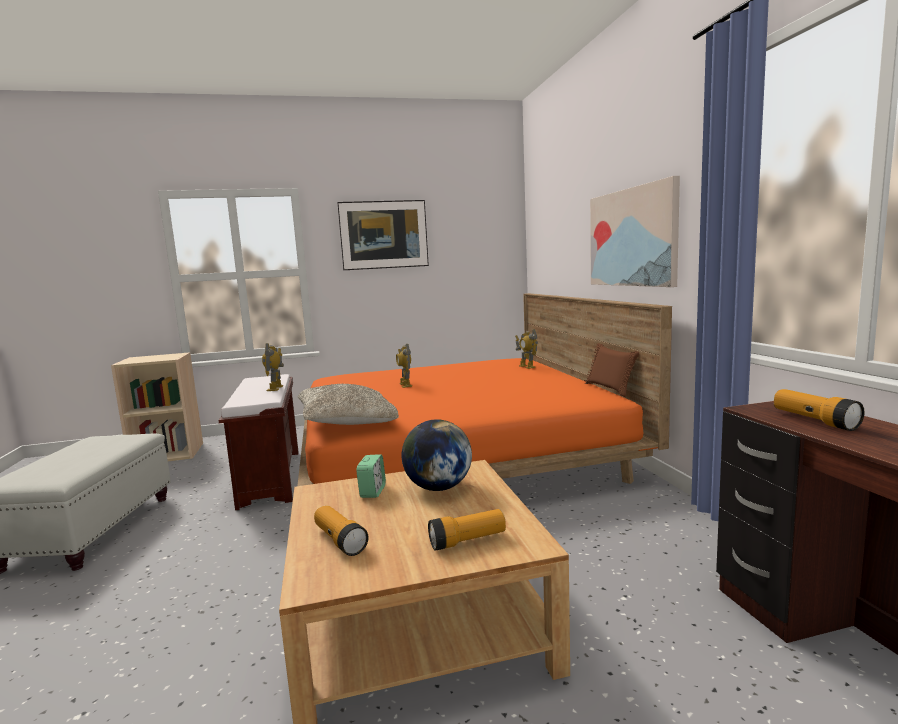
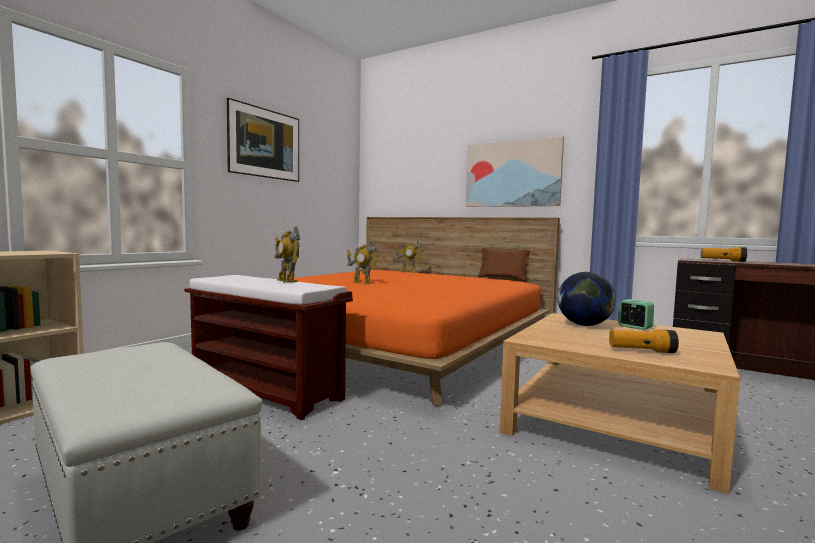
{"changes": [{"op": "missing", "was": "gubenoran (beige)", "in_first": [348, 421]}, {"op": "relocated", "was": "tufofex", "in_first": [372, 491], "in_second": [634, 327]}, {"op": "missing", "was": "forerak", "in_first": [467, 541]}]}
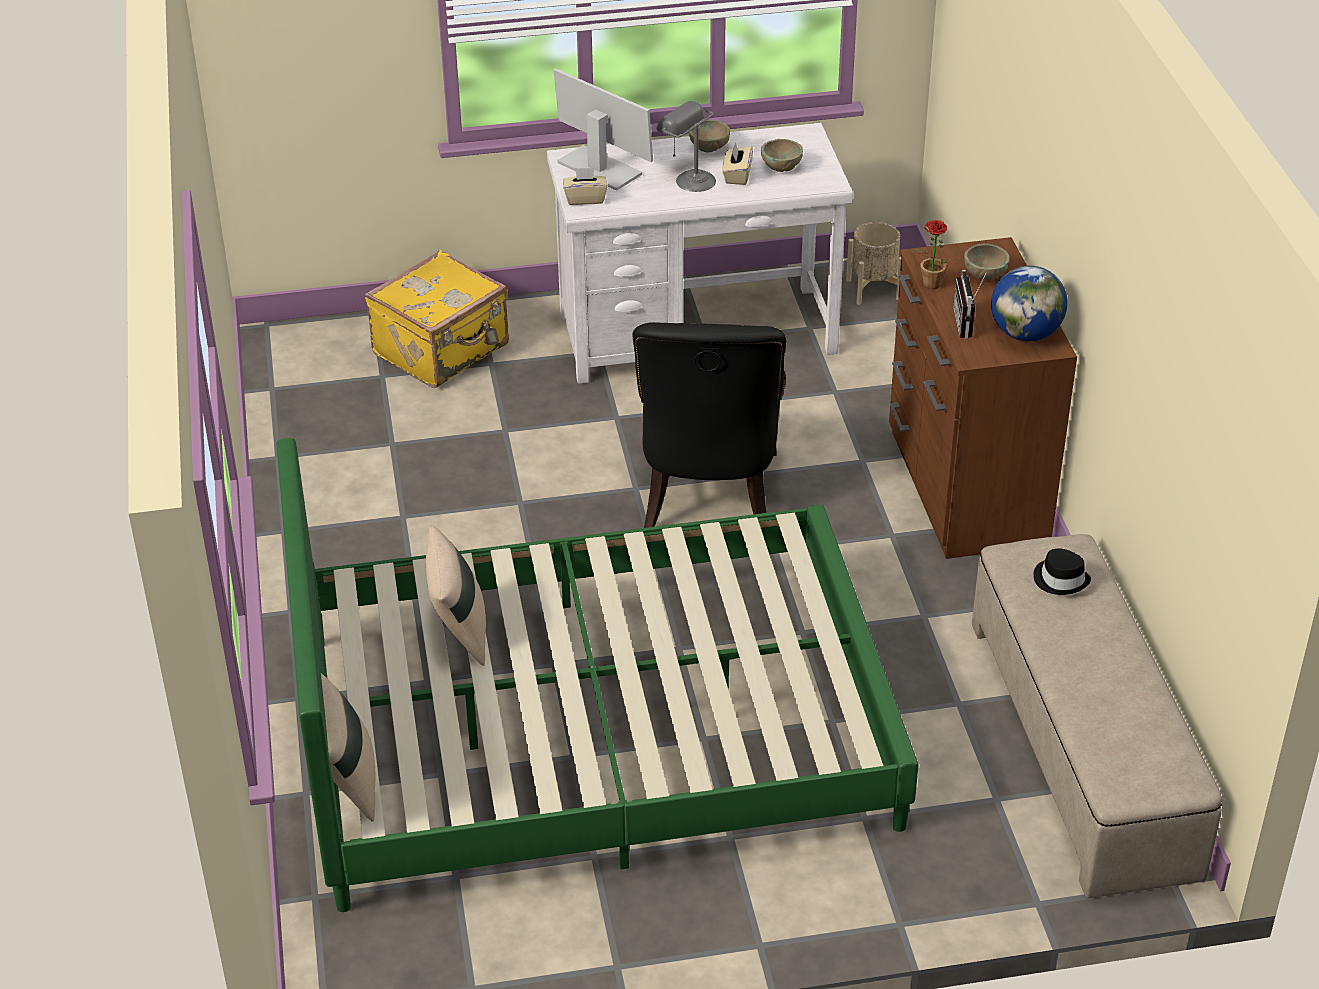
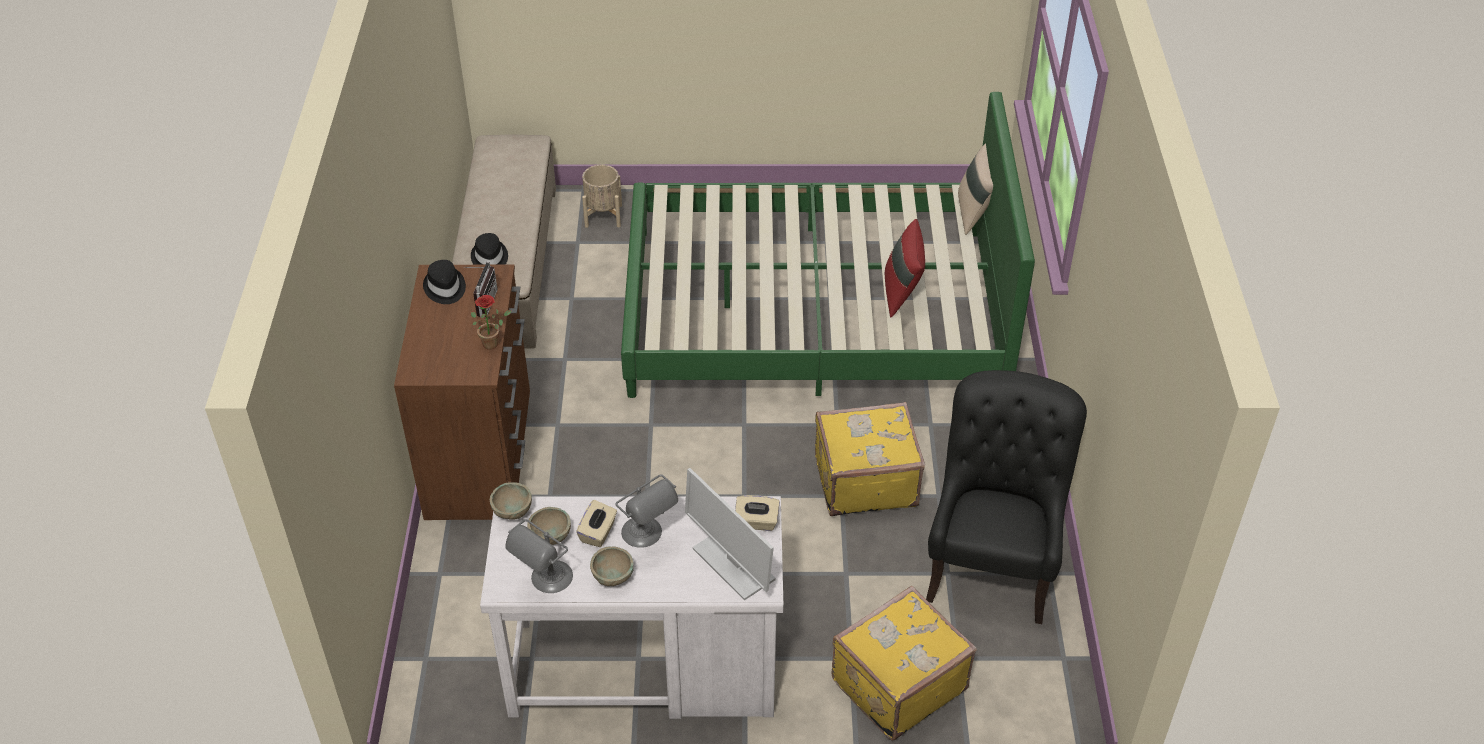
{"changes": [{"op": "colour", "was": "gubenoran (beige)", "now": "gubenoran (red)", "in_first": [459, 632], "in_second": [902, 293]}, {"op": "relocated", "was": "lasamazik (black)", "in_first": [709, 493], "in_second": [991, 565]}, {"op": "relocated", "was": "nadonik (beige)", "in_first": [873, 289], "in_second": [603, 216]}, {"op": "relocated", "was": "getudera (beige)", "in_first": [984, 276], "in_second": [513, 512]}, {"op": "exchanged", "was": "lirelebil", "now": "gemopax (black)", "in_first": [1025, 334], "in_second": [444, 288]}, {"op": "appeared", "now": "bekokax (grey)", "in_second": [546, 582]}, {"op": "appeared", "now": "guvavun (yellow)", "in_second": [864, 480]}]}
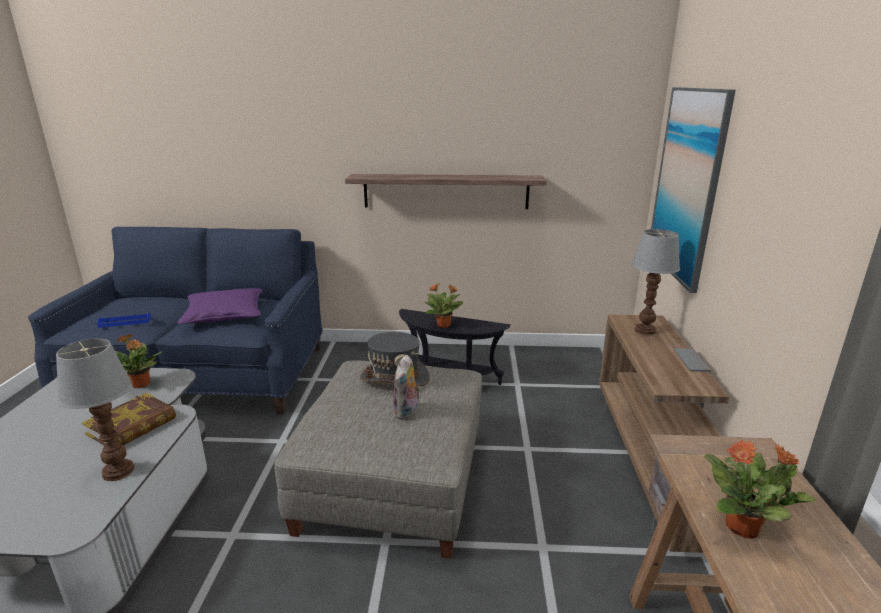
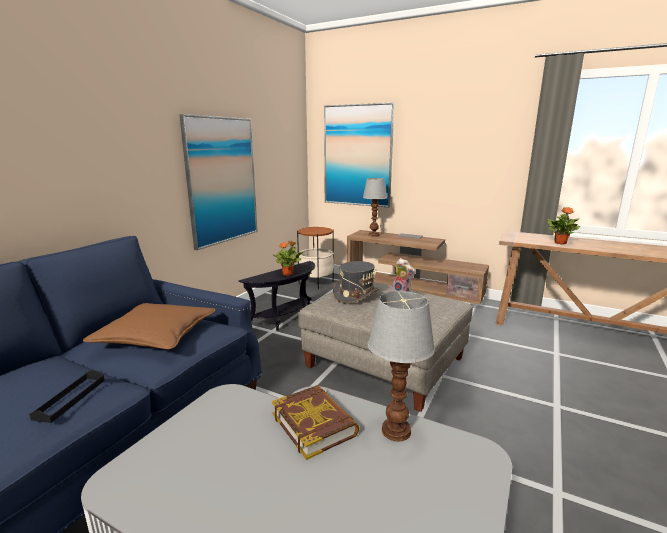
{"changes": [{"op": "colour", "was": "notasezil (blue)", "now": "notasezil (black)", "in_first": [125, 322], "in_second": [70, 398]}, {"op": "missing", "was": "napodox", "in_first": [141, 384]}, {"op": "colour", "was": "gubenoran (purple)", "now": "gubenoran (brown)", "in_first": [224, 313], "in_second": [156, 334]}, {"op": "exchanged", "was": "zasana", "now": "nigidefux", "in_first": [446, 191], "in_second": [222, 181]}, {"op": "appeared", "now": "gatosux", "in_second": [316, 283]}]}
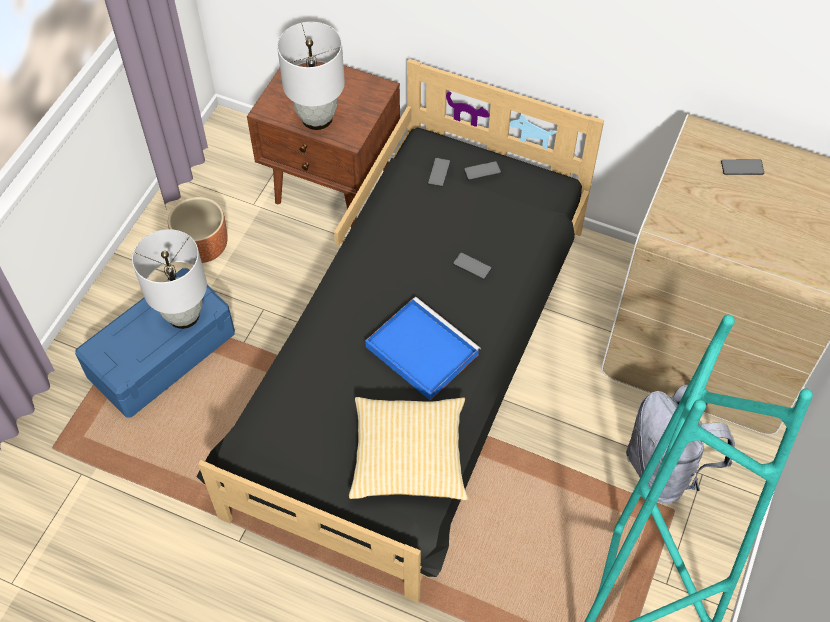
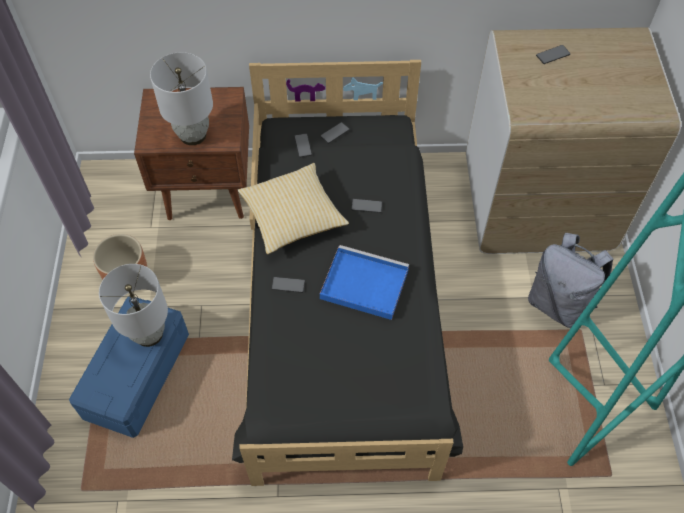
{"changes": [{"op": "relocated", "was": "gubenoran", "in_first": [408, 457], "in_second": [292, 217]}, {"op": "appeared", "now": "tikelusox", "in_second": [288, 285]}]}
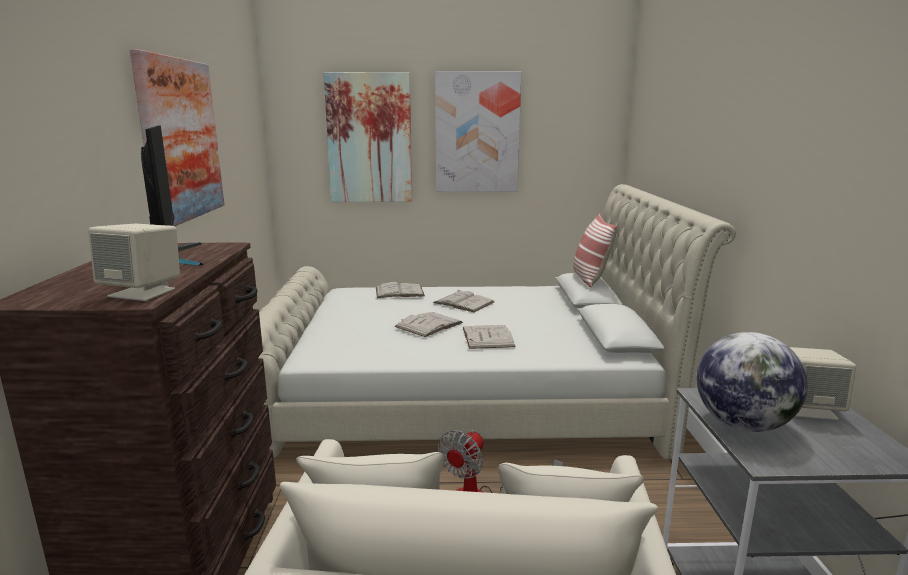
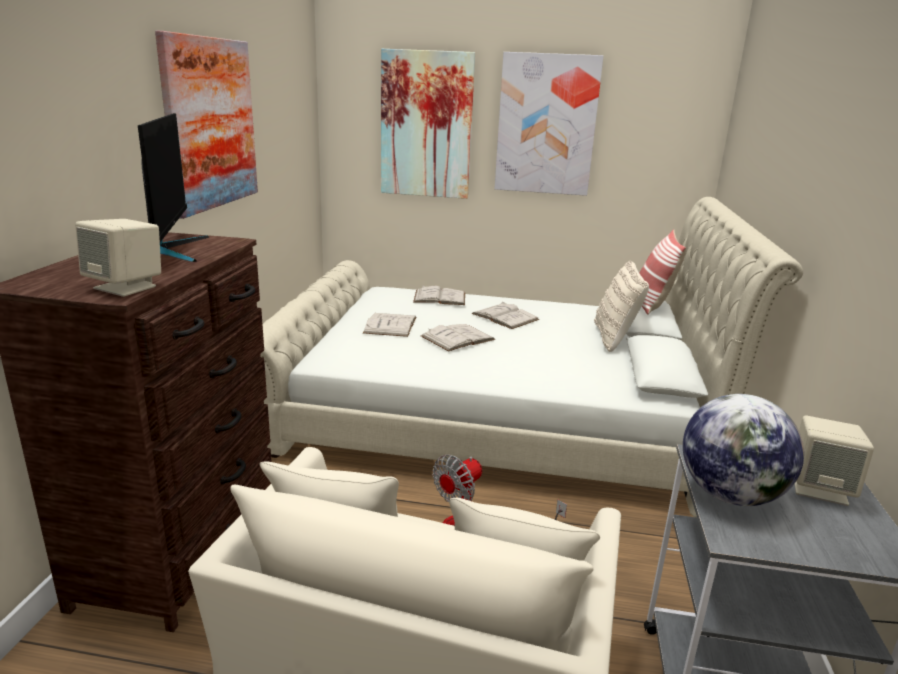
{"changes": [{"op": "relocated", "was": "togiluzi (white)", "in_first": [487, 337], "in_second": [390, 325]}, {"op": "appeared", "now": "gubenoran (beige)", "in_second": [615, 339]}]}
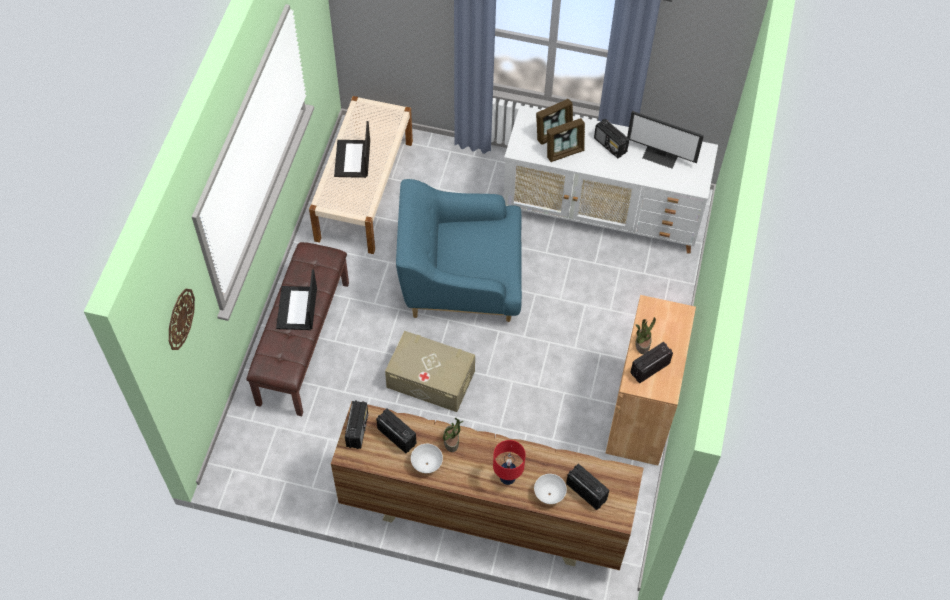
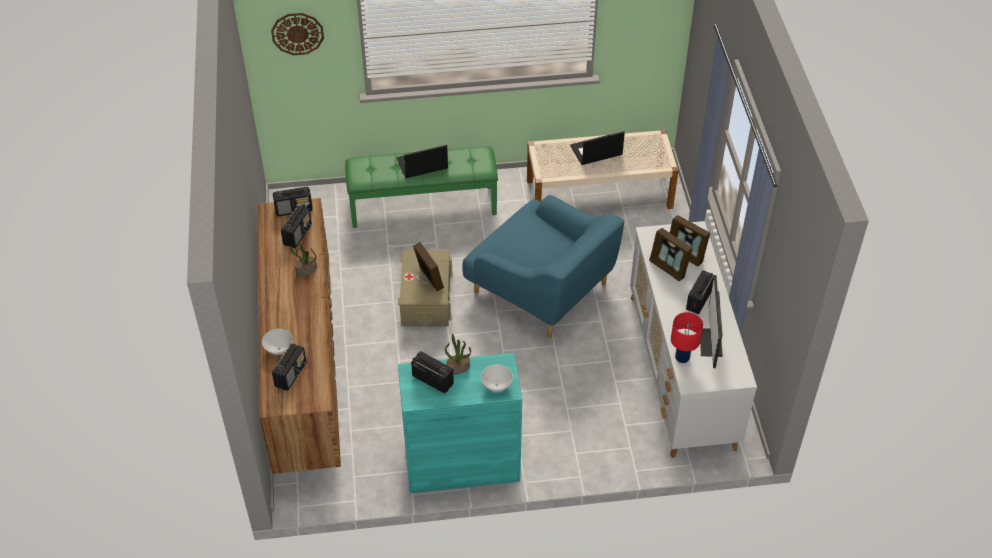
{"changes": [{"op": "colour", "was": "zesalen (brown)", "now": "zesalen (green)", "in_first": [303, 342], "in_second": [423, 205]}, {"op": "spun", "was": "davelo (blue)", "in_first": [461, 279], "in_second": [541, 288], "clockwise": 150}, {"op": "relocated", "was": "getudera (white)", "in_first": [426, 464], "in_second": [496, 385]}, {"op": "relocated", "was": "bekokax (red)", "in_first": [508, 478], "in_second": [683, 358]}, {"op": "colour", "was": "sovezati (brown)", "now": "sovezati (turquoise)", "in_first": [641, 412], "in_second": [462, 464]}, {"op": "appeared", "now": "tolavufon", "in_second": [429, 279]}]}
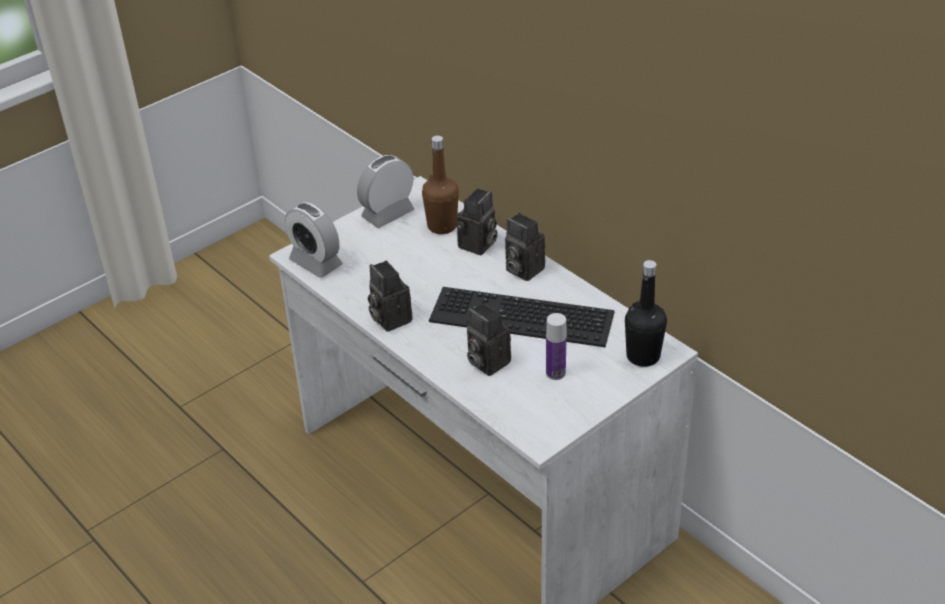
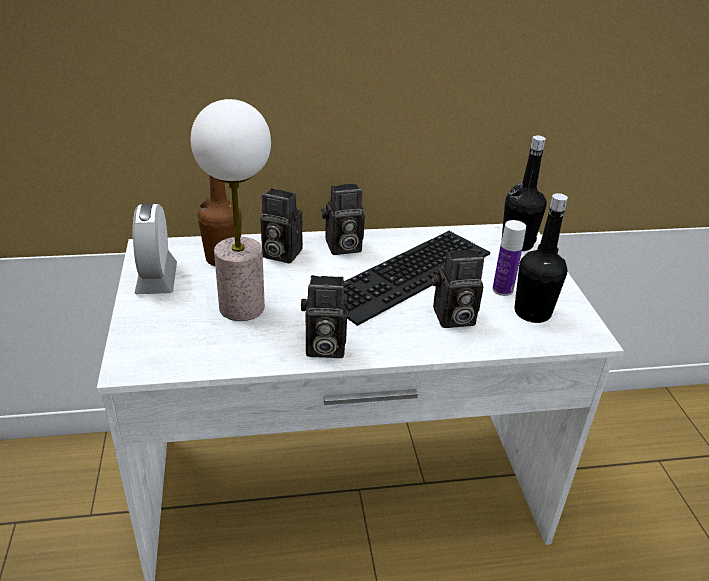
{"changes": [{"op": "missing", "was": "tufofex", "in_first": [316, 263]}, {"op": "spun", "was": "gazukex", "in_first": [478, 246], "in_second": [279, 254], "clockwise": 135}, {"op": "appeared", "now": "bekokax", "in_second": [241, 307]}, {"op": "appeared", "now": "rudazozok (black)", "in_second": [532, 312]}]}
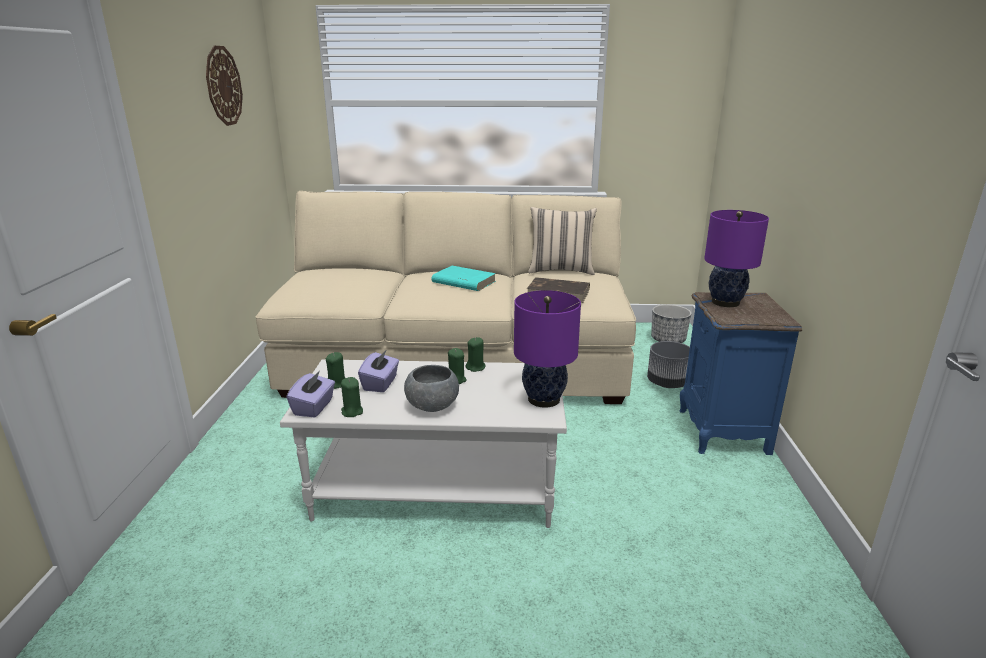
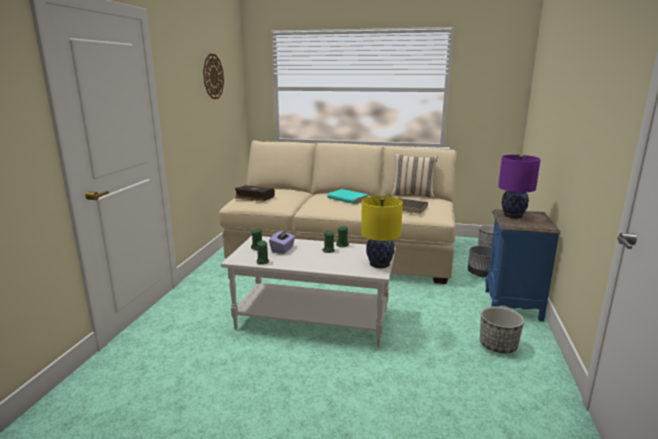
{"changes": [{"op": "missing", "was": "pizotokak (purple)", "in_first": [314, 407]}, {"op": "missing", "was": "getudera (grey)", "in_first": [433, 406]}, {"op": "colour", "was": "bekokax (purple)", "now": "bekokax (yellow)", "in_first": [543, 399], "in_second": [379, 264]}, {"op": "appeared", "now": "togiluzi", "in_second": [254, 198]}, {"op": "appeared", "now": "nadonik", "in_second": [497, 346]}]}
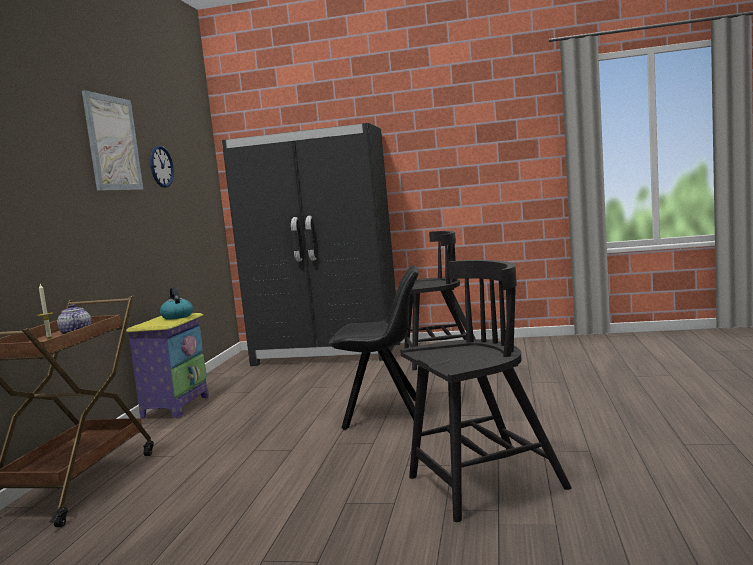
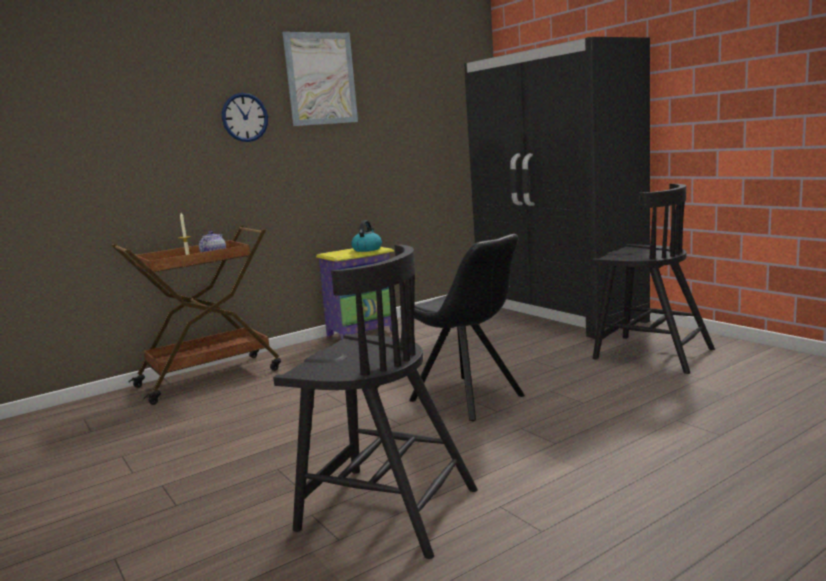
{"changes": [{"op": "relocated", "was": "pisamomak", "in_first": [161, 166], "in_second": [245, 117]}]}
